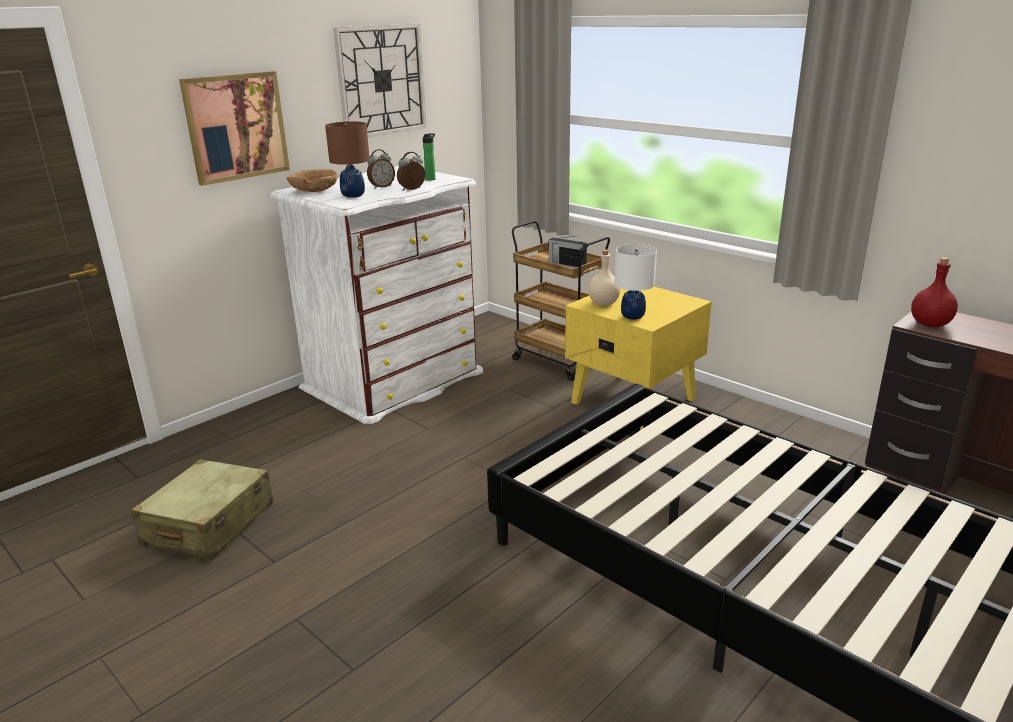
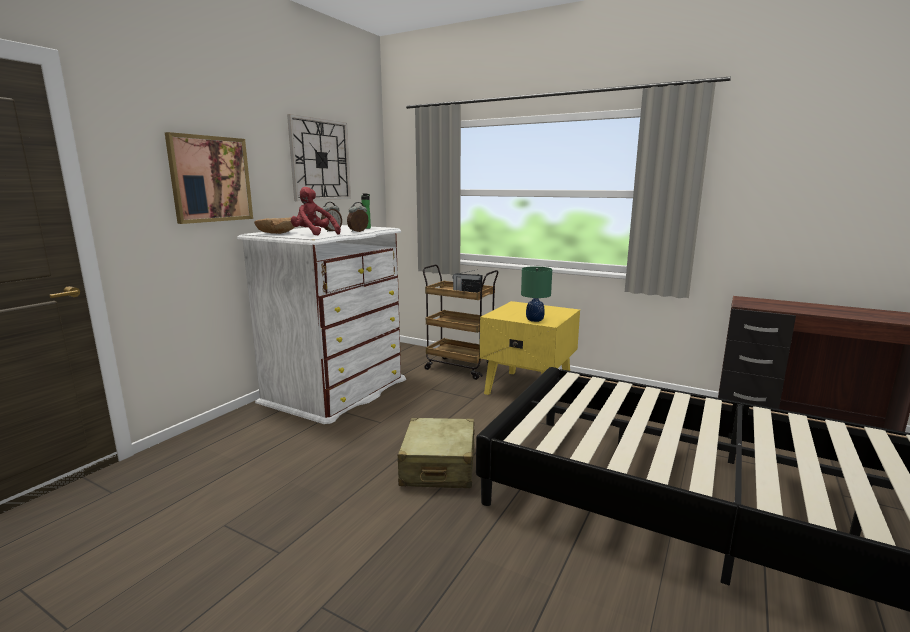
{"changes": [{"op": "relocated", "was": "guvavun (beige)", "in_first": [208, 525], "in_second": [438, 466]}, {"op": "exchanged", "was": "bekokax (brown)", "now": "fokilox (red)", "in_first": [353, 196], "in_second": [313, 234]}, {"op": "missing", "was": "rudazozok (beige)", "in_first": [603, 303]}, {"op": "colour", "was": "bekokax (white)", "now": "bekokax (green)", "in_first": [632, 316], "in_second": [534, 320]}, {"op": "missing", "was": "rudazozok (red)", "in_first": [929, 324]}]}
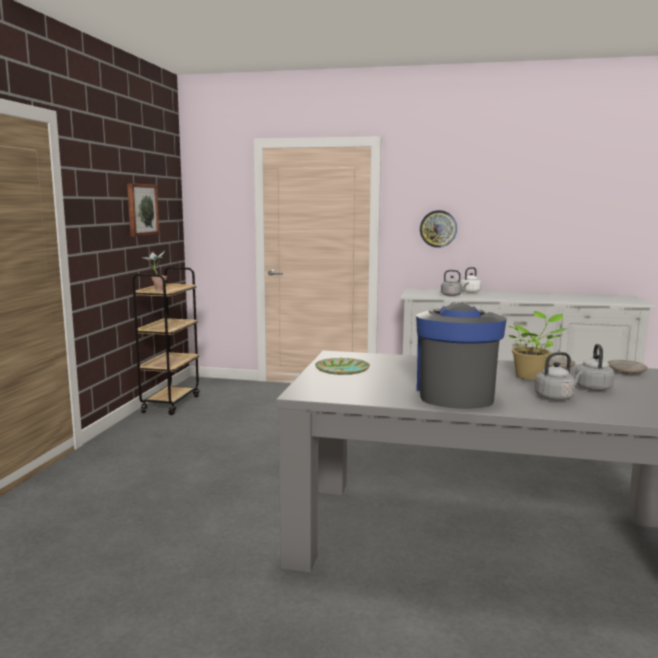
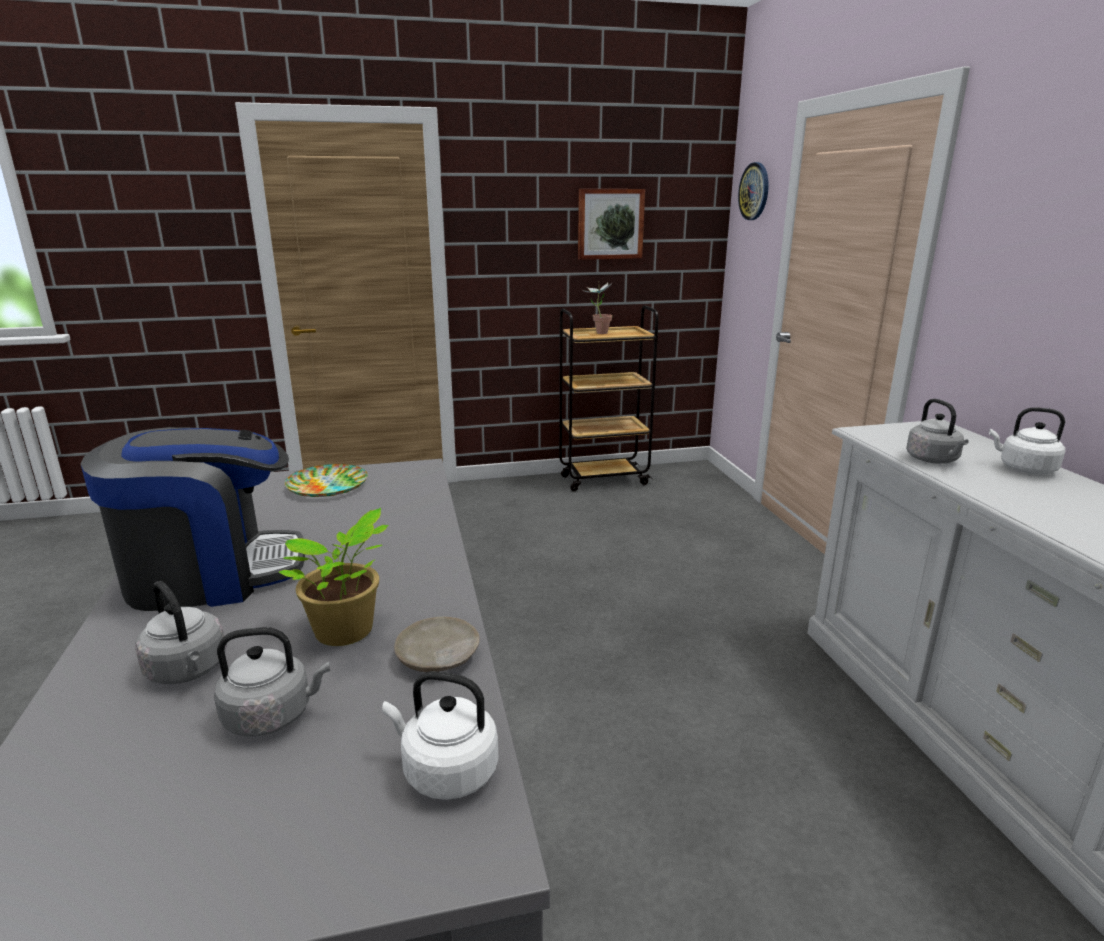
{"changes": [{"op": "relocated", "was": "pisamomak", "in_first": [438, 228], "in_second": [754, 191]}, {"op": "exchanged", "was": "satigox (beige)", "now": "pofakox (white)", "in_first": [626, 372], "in_second": [446, 771]}]}
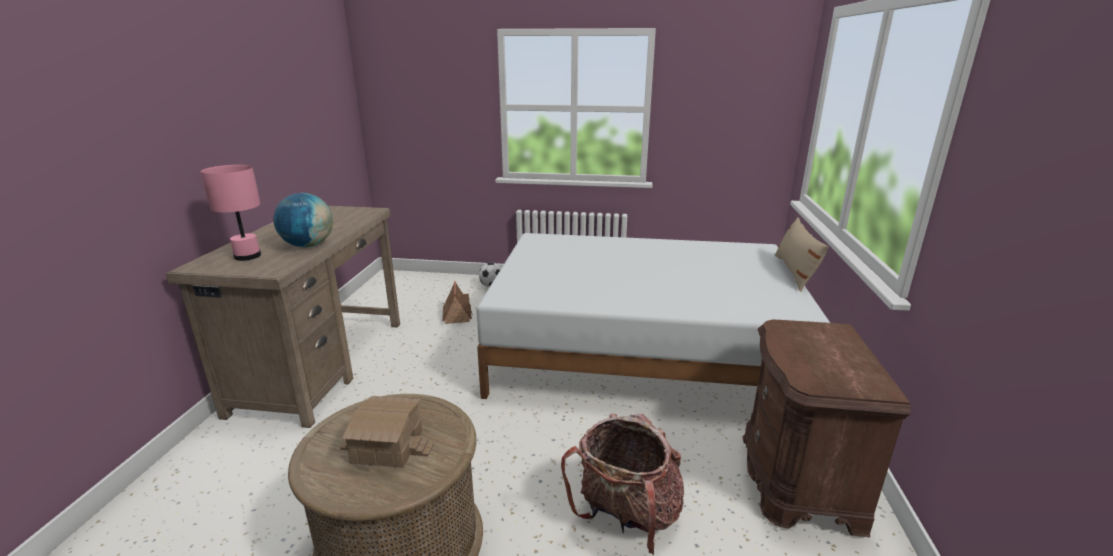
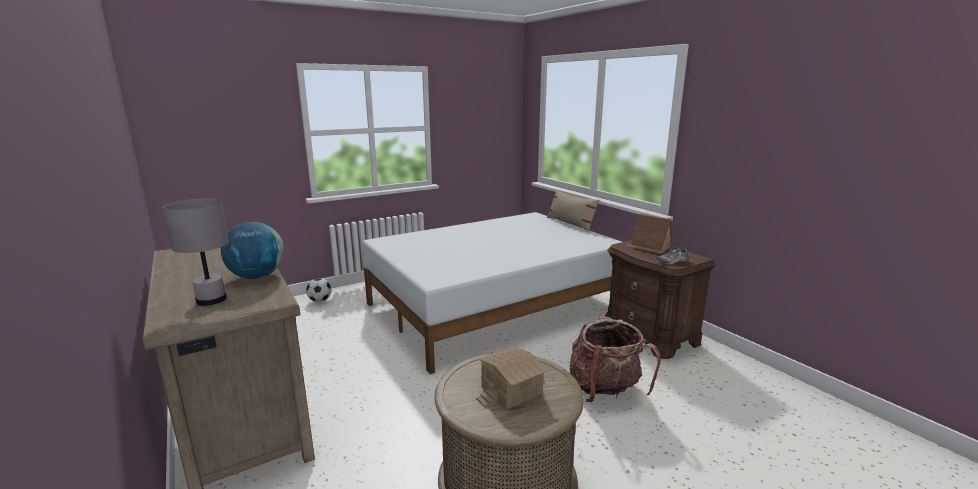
{"changes": [{"op": "colour", "was": "bekokax (pink)", "now": "bekokax (grey)", "in_first": [248, 256], "in_second": [211, 299]}, {"op": "relocated", "was": "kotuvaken", "in_first": [457, 315], "in_second": [648, 247]}, {"op": "appeared", "now": "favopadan", "in_second": [672, 261]}]}
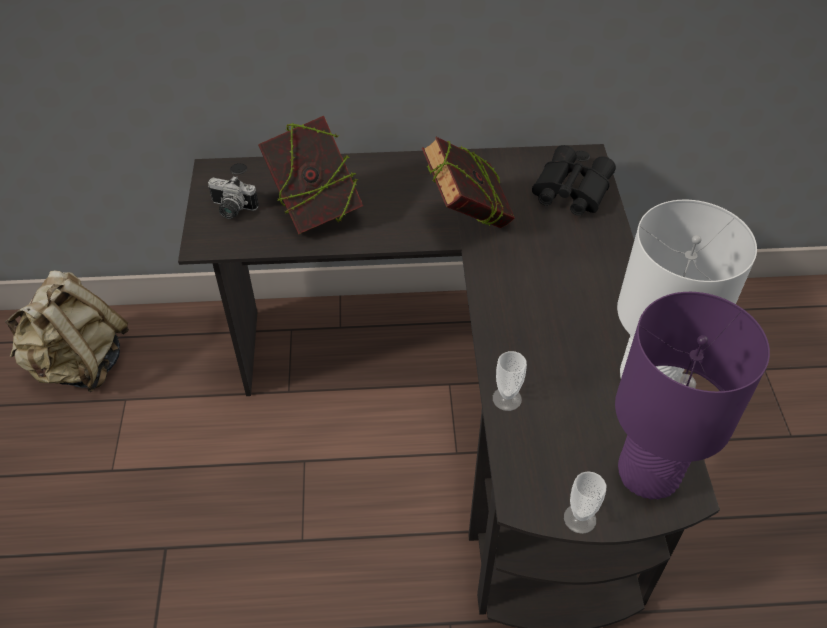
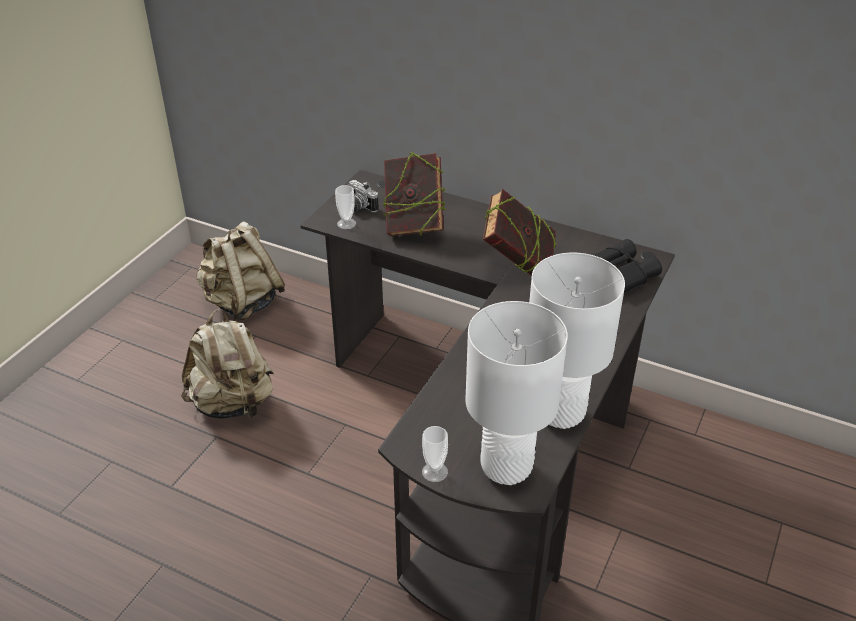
{"changes": [{"op": "relocated", "was": "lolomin", "in_first": [507, 399], "in_second": [346, 223]}, {"op": "colour", "was": "bekokax (purple)", "now": "bekokax (white)", "in_first": [646, 476], "in_second": [506, 469]}, {"op": "appeared", "now": "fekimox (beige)", "in_second": [233, 404]}]}
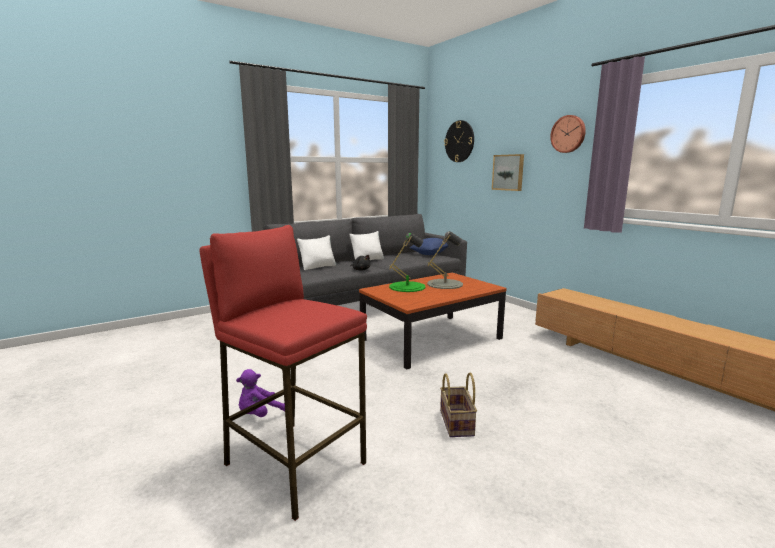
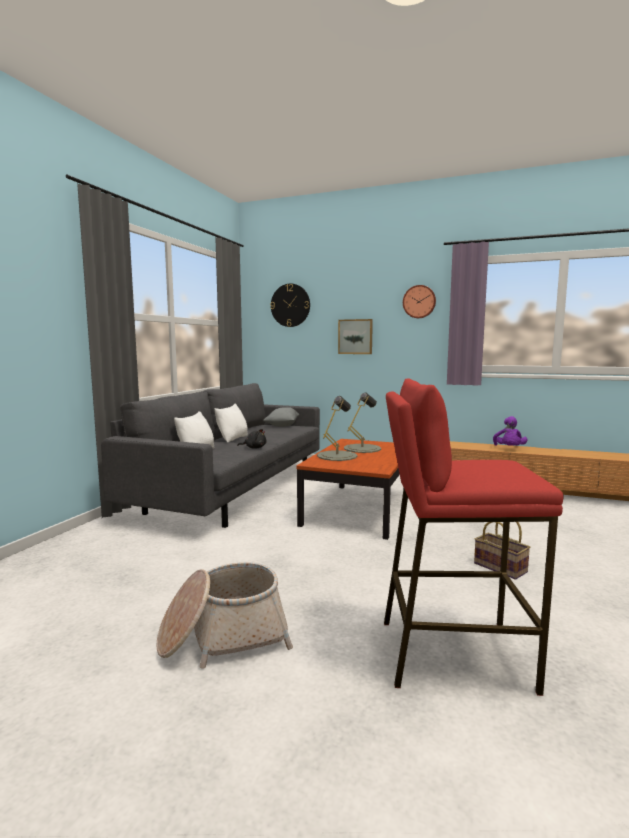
{"changes": [{"op": "relocated", "was": "fokilox (purple)", "in_first": [260, 414], "in_second": [509, 449]}, {"op": "colour", "was": "bekokax (green)", "now": "bekokax (grey)", "in_first": [407, 287], "in_second": [337, 456]}, {"op": "colour", "was": "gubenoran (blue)", "now": "gubenoran (grey)", "in_first": [430, 254], "in_second": [282, 426]}, {"op": "appeared", "now": "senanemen", "in_second": [223, 636]}]}
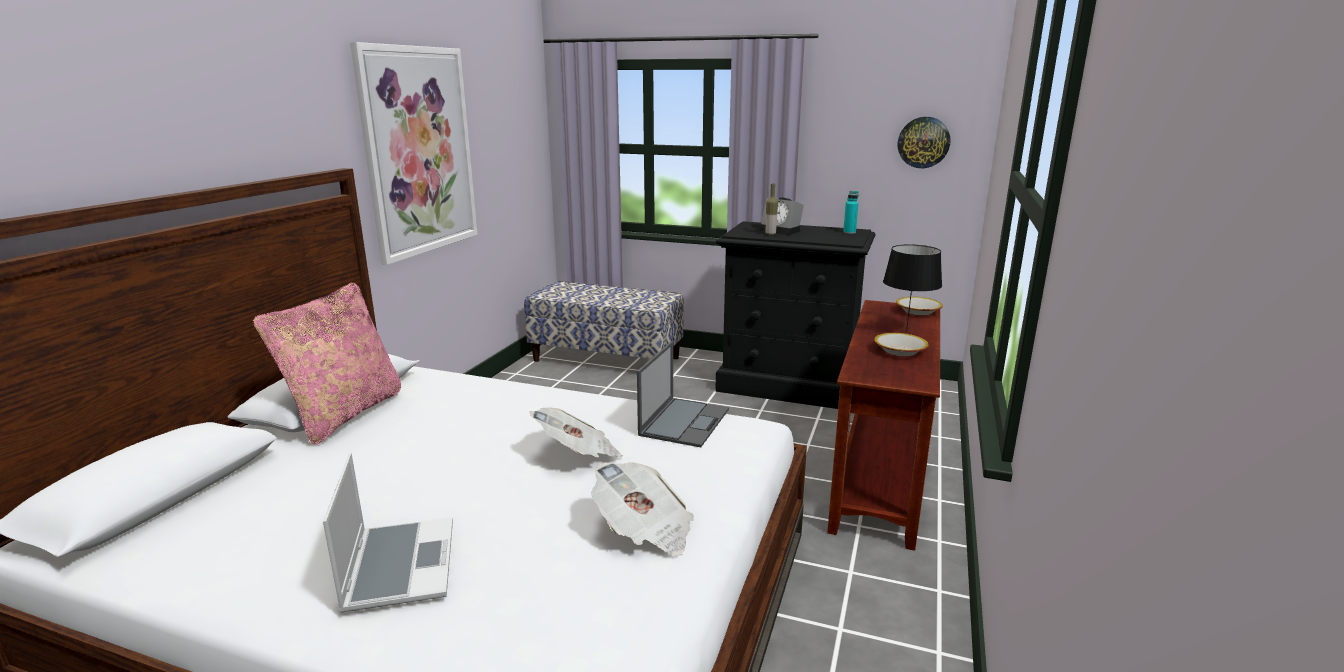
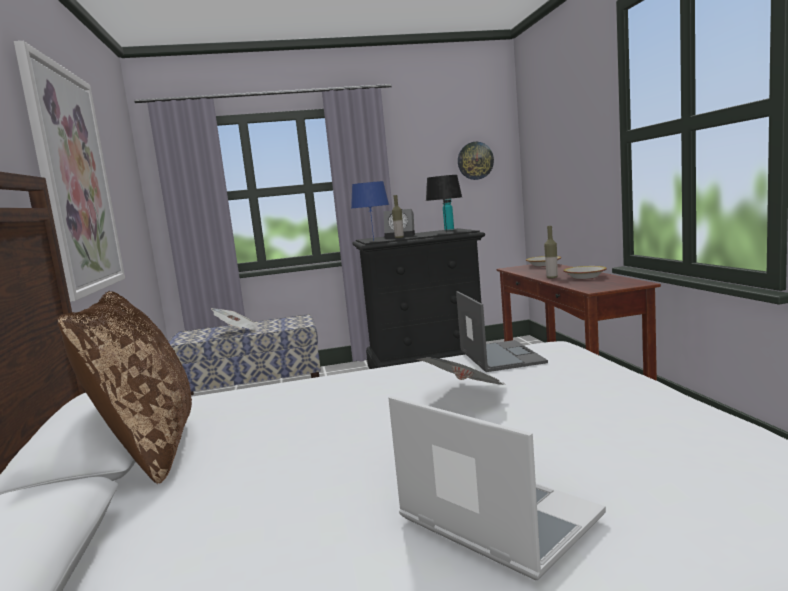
{"changes": [{"op": "colour", "was": "gubenoran (pink)", "now": "gubenoran (brown)", "in_first": [347, 415], "in_second": [150, 452]}, {"op": "relocated", "was": "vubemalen", "in_first": [645, 531], "in_second": [238, 331]}, {"op": "relocated", "was": "bekokax (black)", "in_first": [907, 332], "in_second": [447, 232]}, {"op": "appeared", "now": "bekokax (blue)", "in_second": [373, 241]}, {"op": "appeared", "now": "rudazozok", "in_second": [552, 277]}]}
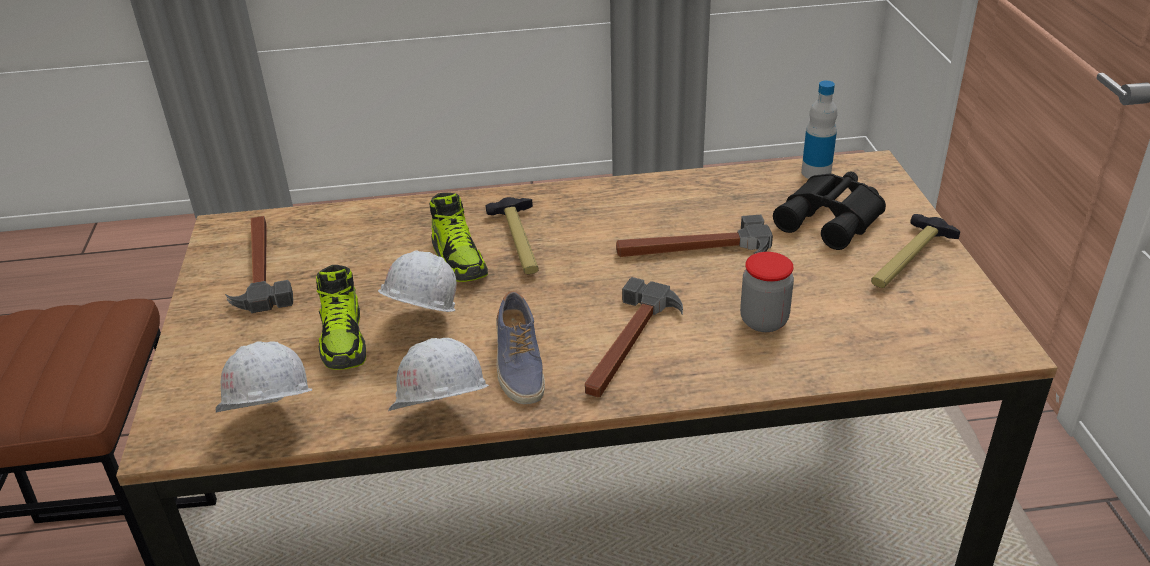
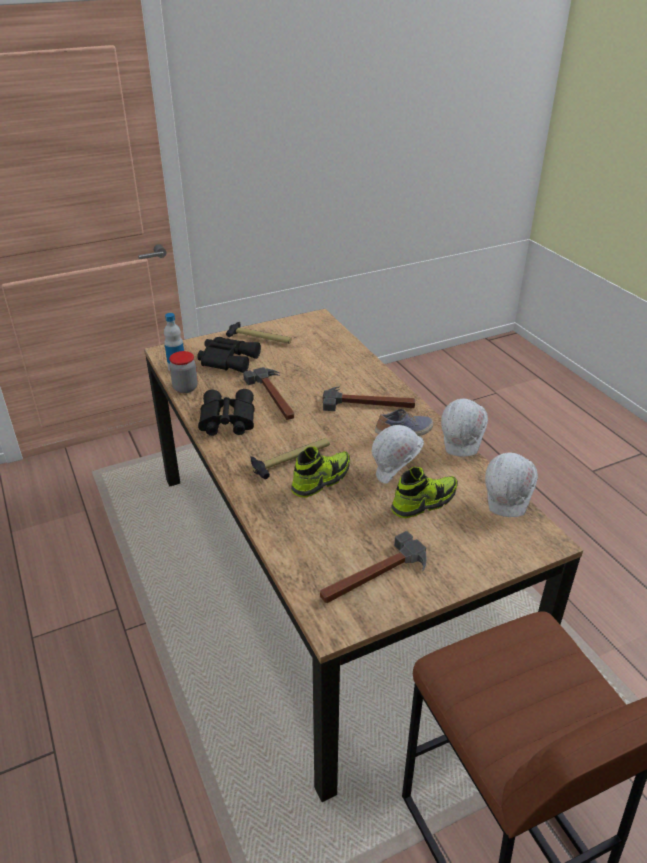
{"changes": [{"op": "relocated", "was": "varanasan", "in_first": [764, 321], "in_second": [185, 388]}, {"op": "appeared", "now": "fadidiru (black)", "in_second": [226, 420]}]}
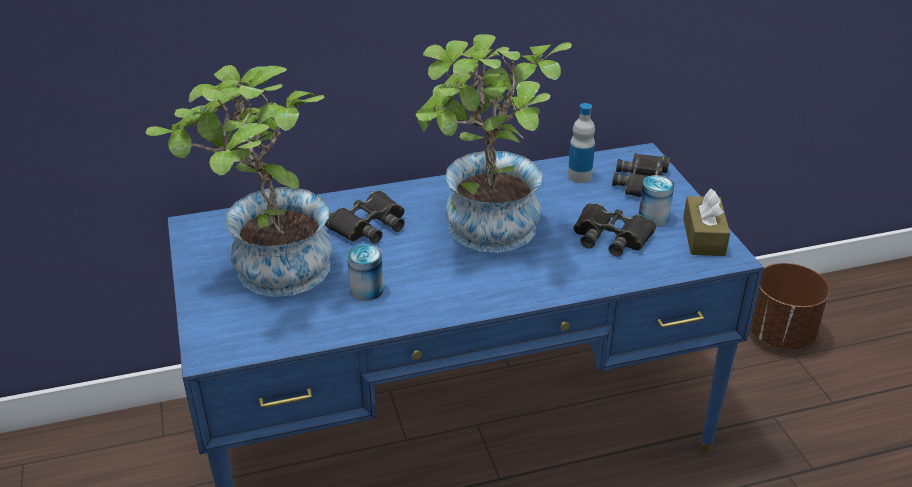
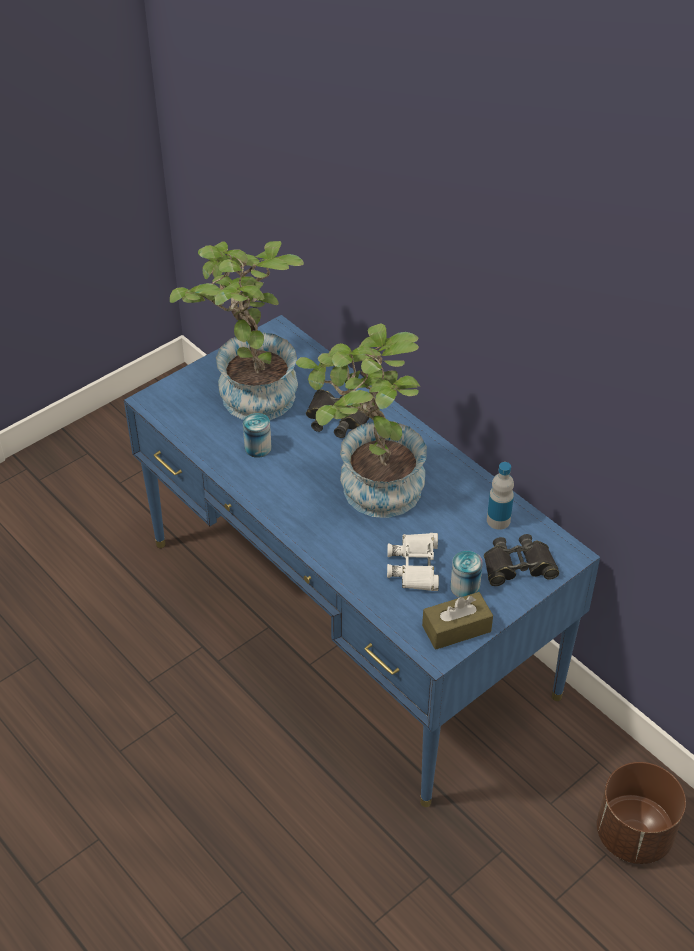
{"changes": [{"op": "colour", "was": "fadidiru (black)", "now": "fadidiru (white)", "in_first": [611, 237], "in_second": [415, 566]}]}
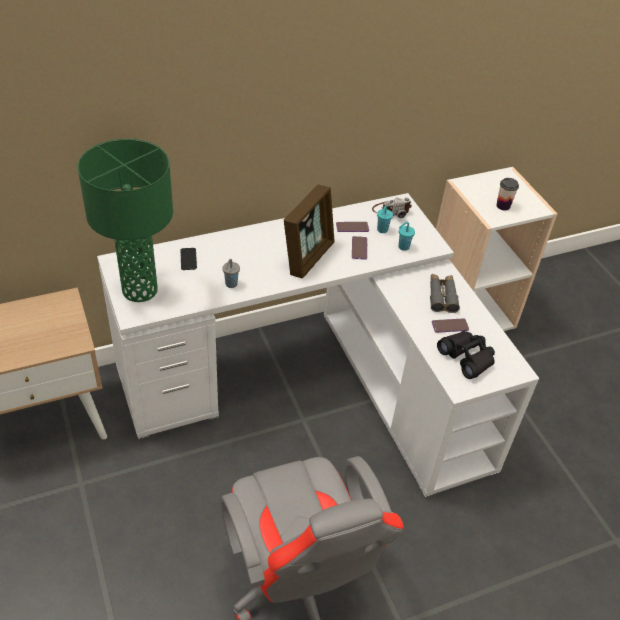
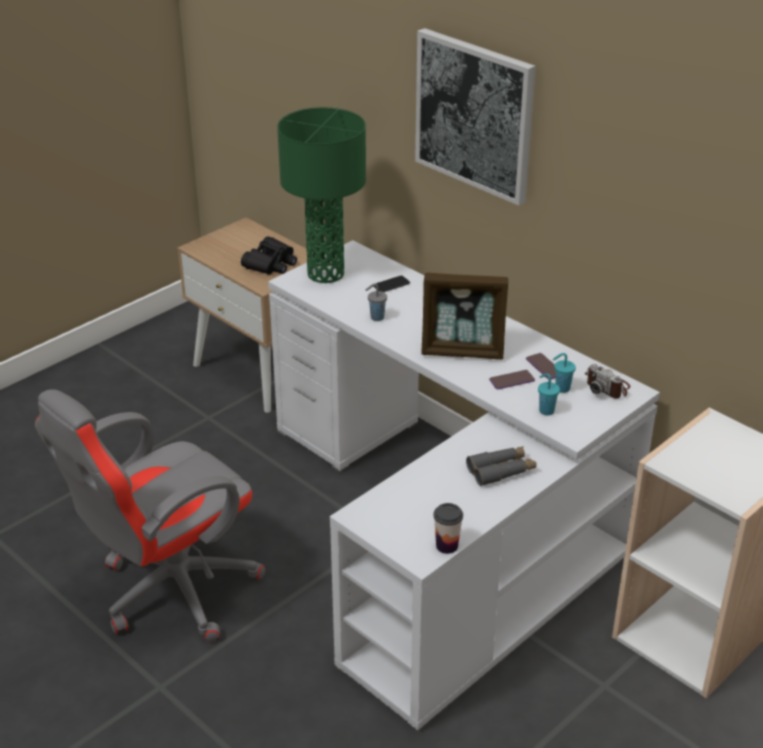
{"changes": [{"op": "missing", "was": "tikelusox", "in_first": [450, 326]}, {"op": "relocated", "was": "fadidiru (black)", "in_first": [467, 358], "in_second": [271, 264]}, {"op": "relocated", "was": "lolomin", "in_first": [503, 206], "in_second": [447, 546]}, {"op": "appeared", "now": "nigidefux", "in_second": [475, 115]}]}
